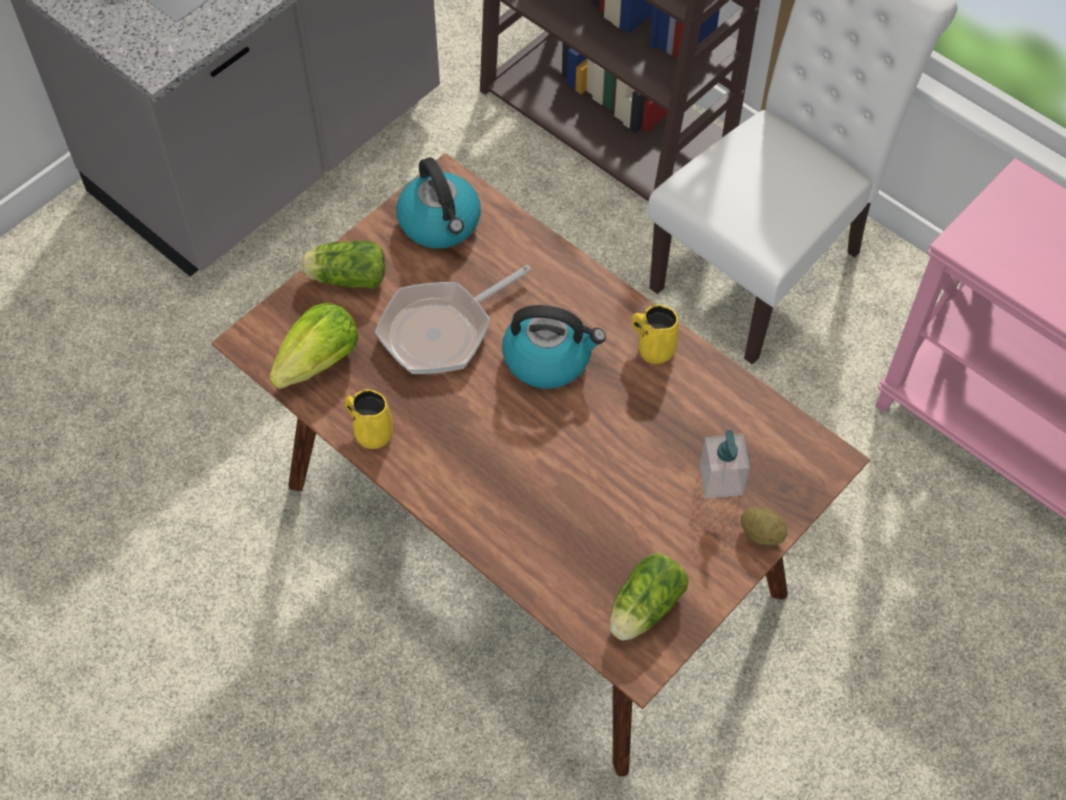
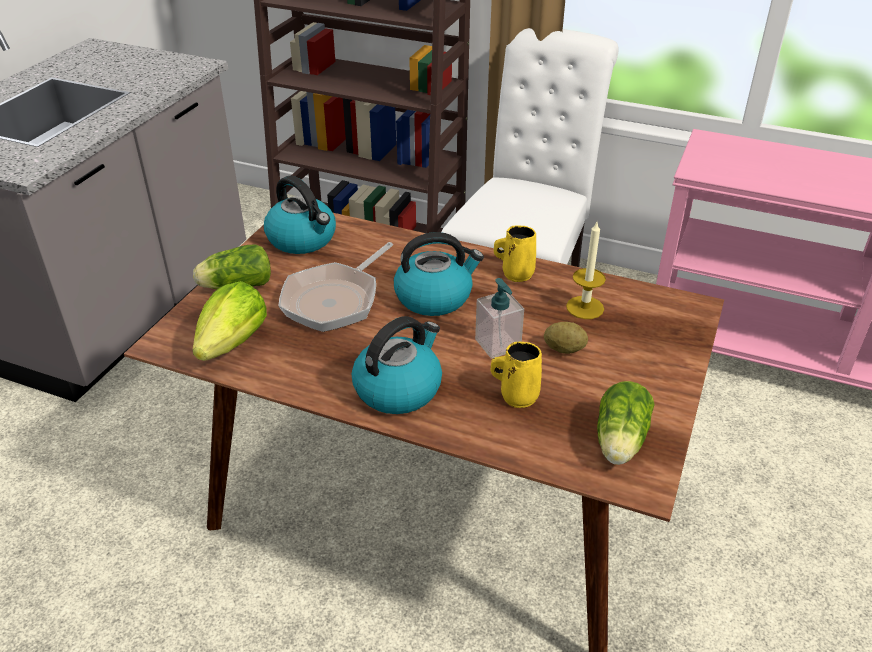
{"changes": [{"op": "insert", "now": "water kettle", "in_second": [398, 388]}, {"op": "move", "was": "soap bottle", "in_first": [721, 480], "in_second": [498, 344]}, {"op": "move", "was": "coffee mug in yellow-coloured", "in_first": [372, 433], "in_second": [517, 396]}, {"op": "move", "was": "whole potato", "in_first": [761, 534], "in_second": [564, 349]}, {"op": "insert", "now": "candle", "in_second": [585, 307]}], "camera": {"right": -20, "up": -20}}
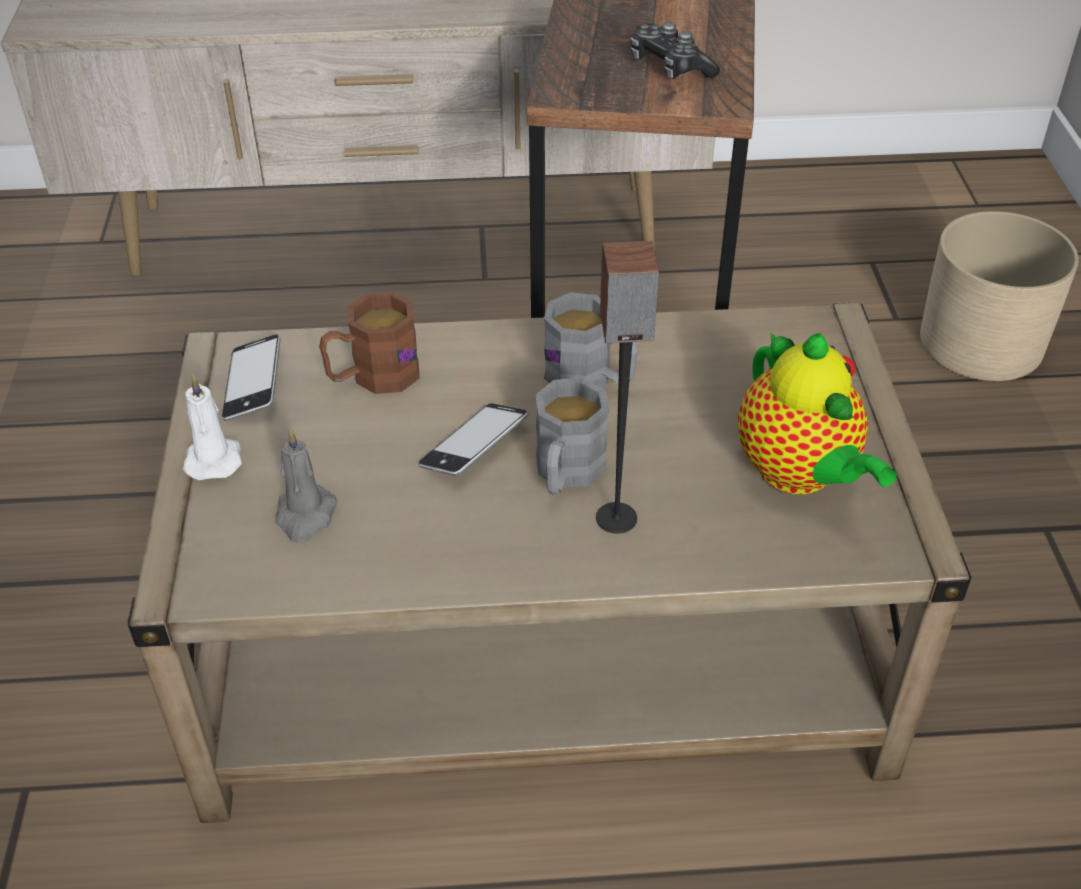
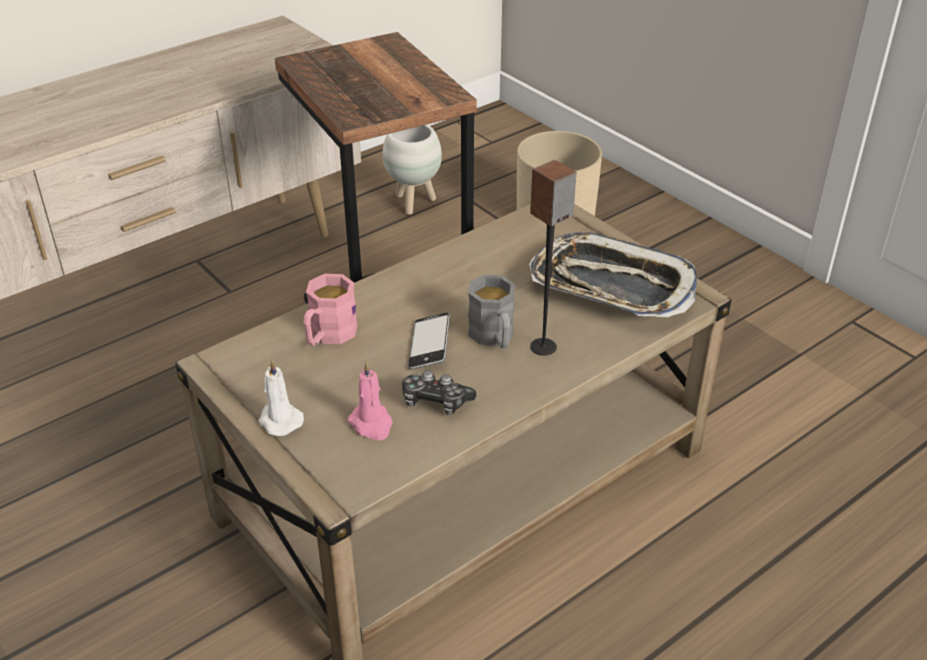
{"changes": [{"op": "recolor", "was": "coffee mug in brown-coloured", "now": "coffee mug in pinkish", "in_first": [373, 377], "in_second": [328, 336]}, {"op": "recolor", "was": "candle in grey", "now": "candle in pinkish", "in_first": [305, 516], "in_second": [372, 424]}, {"op": "insert", "now": "flower pot in whitish", "in_second": [414, 203]}, {"op": "move", "was": "game controller", "in_first": [669, 67], "in_second": [435, 401]}, {"op": "replace", "was": "teapot", "now": "serving tray", "in_first": [799, 474], "in_second": [611, 286]}, {"op": "delete", "was": "telephone", "in_first": [253, 384]}, {"op": "delete", "was": "coffee mug in grey", "in_first": [590, 378]}], "camera": {"right": -35, "up": -5}}
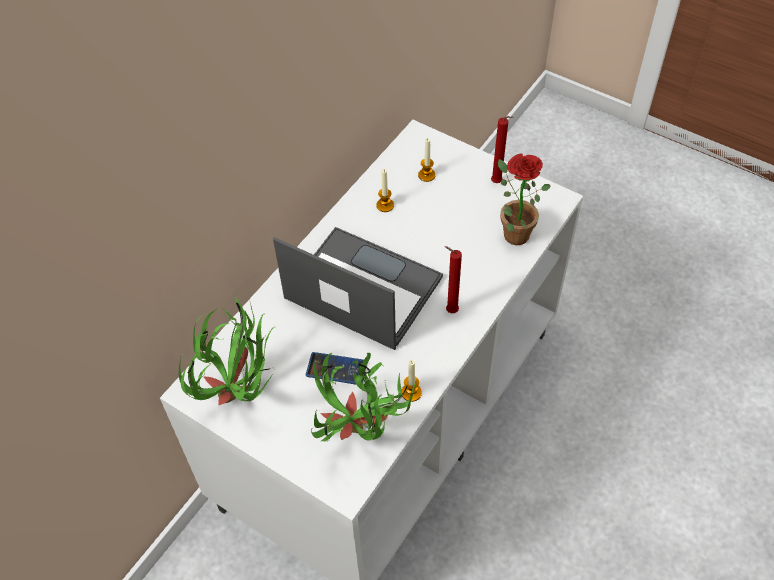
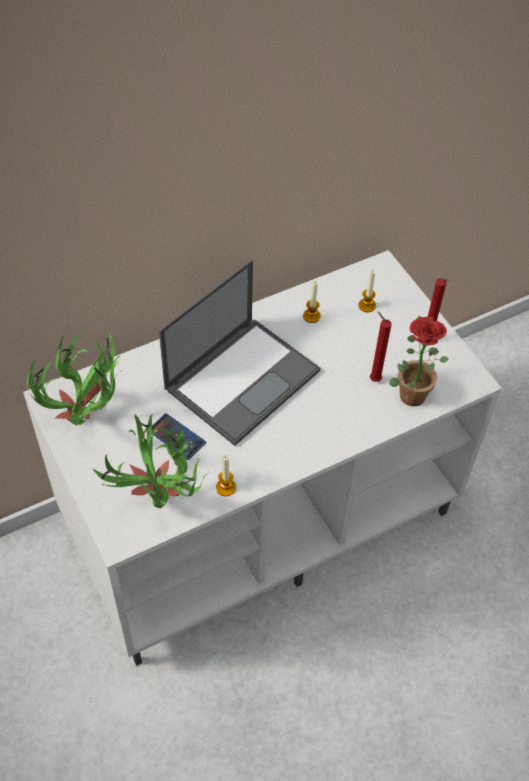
{"changes": [{"op": "rotate", "was": "laptop", "in_first": [361, 288], "in_second": [243, 378], "clockwise": 75}, {"op": "move", "was": "candle in reddish", "in_first": [450, 311], "in_second": [373, 379]}], "camera": {"right": 25, "up": 0}}
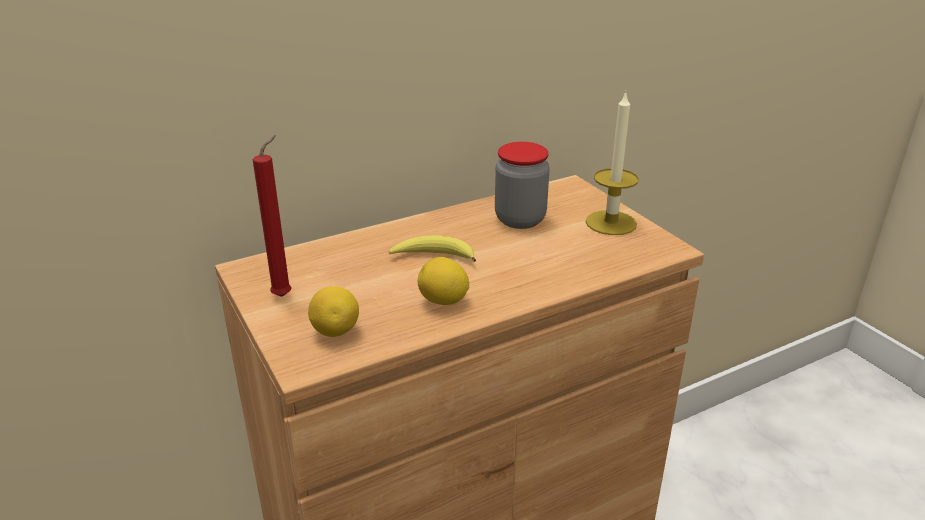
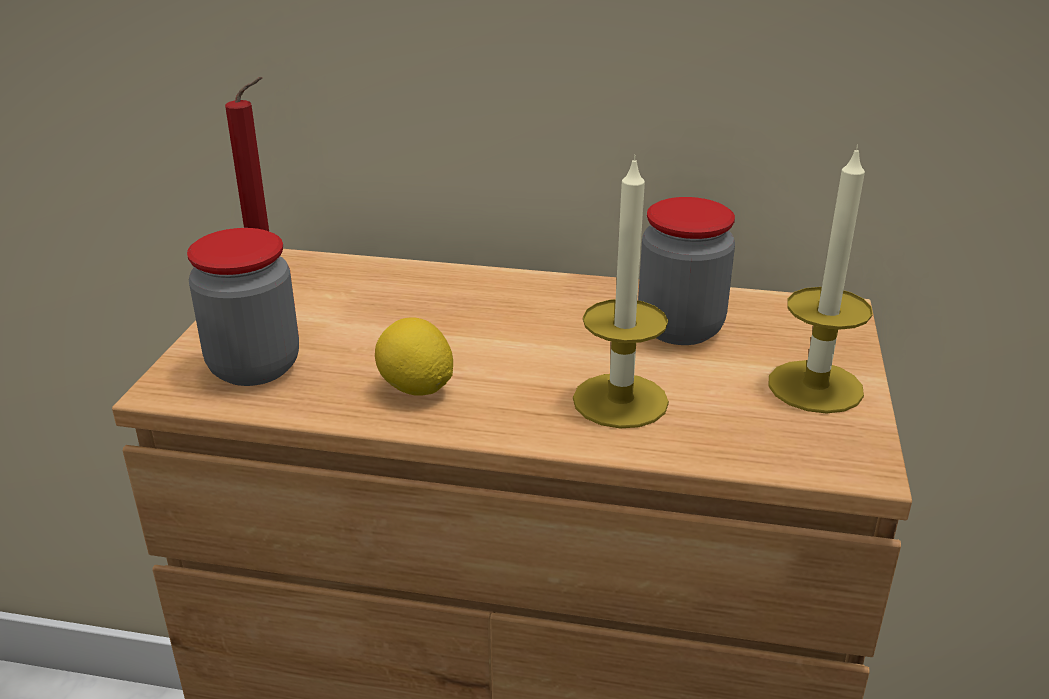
{"changes": [{"op": "replace", "was": "citrus fruit", "now": "storage jar", "in_first": [336, 331], "in_second": [254, 367]}, {"op": "insert", "now": "candle", "in_second": [620, 400]}, {"op": "delete", "was": "banana", "in_first": [433, 256]}], "camera": {"right": 40, "up": 0}}
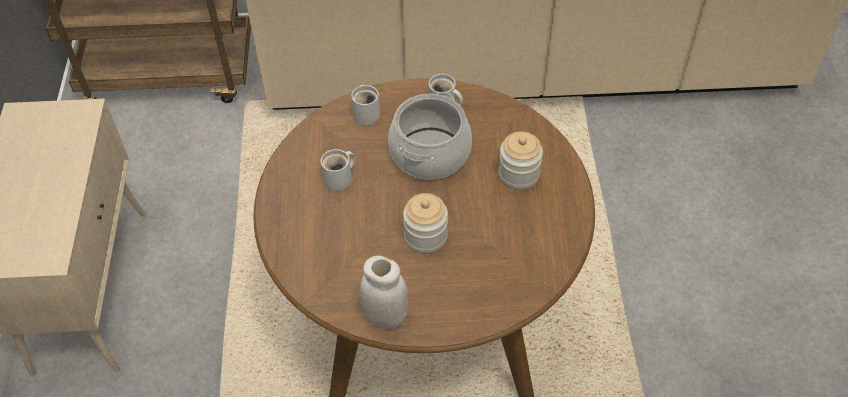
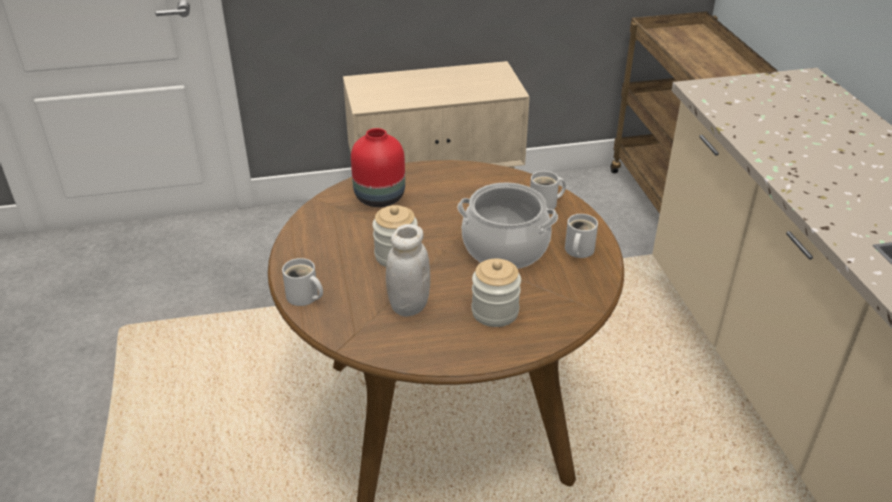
{"changes": [{"op": "move", "was": "coffee mug in whitish", "in_first": [340, 179], "in_second": [304, 297]}, {"op": "insert", "now": "flower vase in reddish", "in_second": [378, 198]}, {"op": "move", "was": "storage jar in whitish", "in_first": [385, 316], "in_second": [409, 305]}], "camera": {"right": 80, "up": -15}}
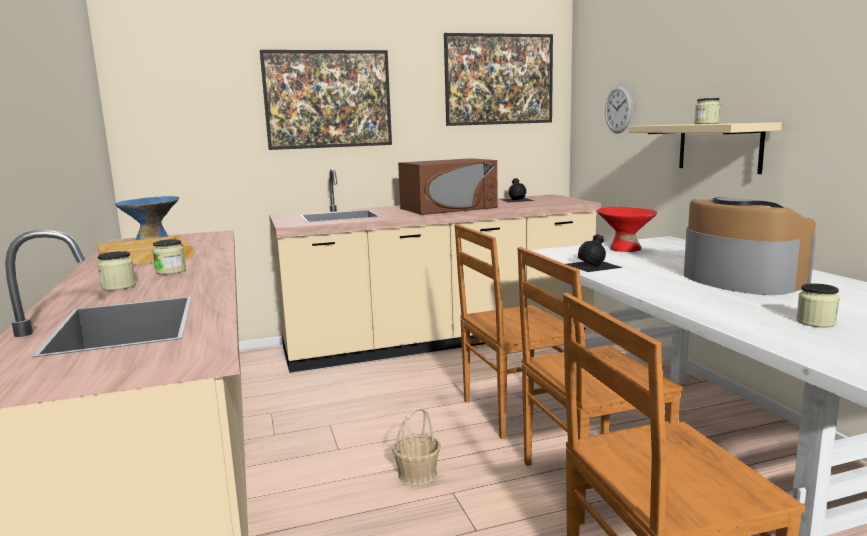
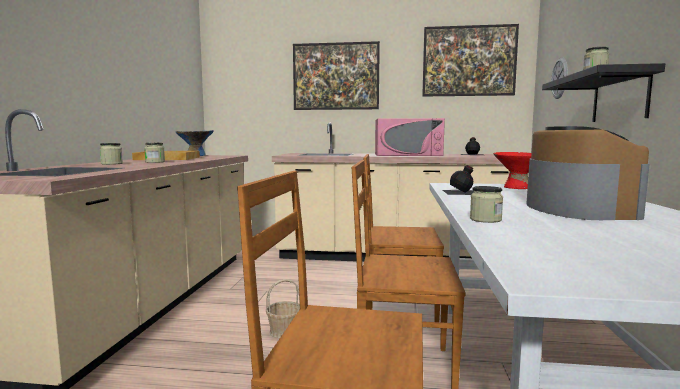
{"changes": [{"op": "recolor", "was": "kitchen microwave in brown-coloured", "now": "kitchen microwave in pinkish", "in_first": [448, 208], "in_second": [407, 155]}, {"op": "move", "was": "storage jar", "in_first": [816, 322], "in_second": [485, 219]}, {"op": "recolor", "was": "wall shelf in sand-coloured", "now": "wall shelf in blackish", "in_first": [719, 147], "in_second": [619, 97]}], "camera": {"right": 25, "up": -5}}
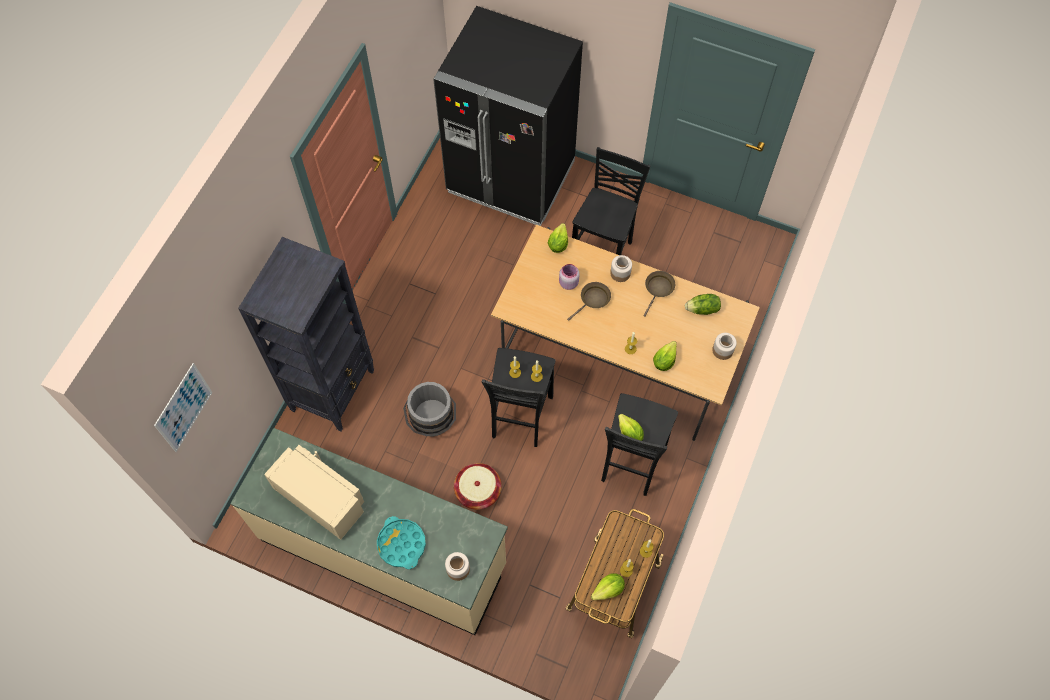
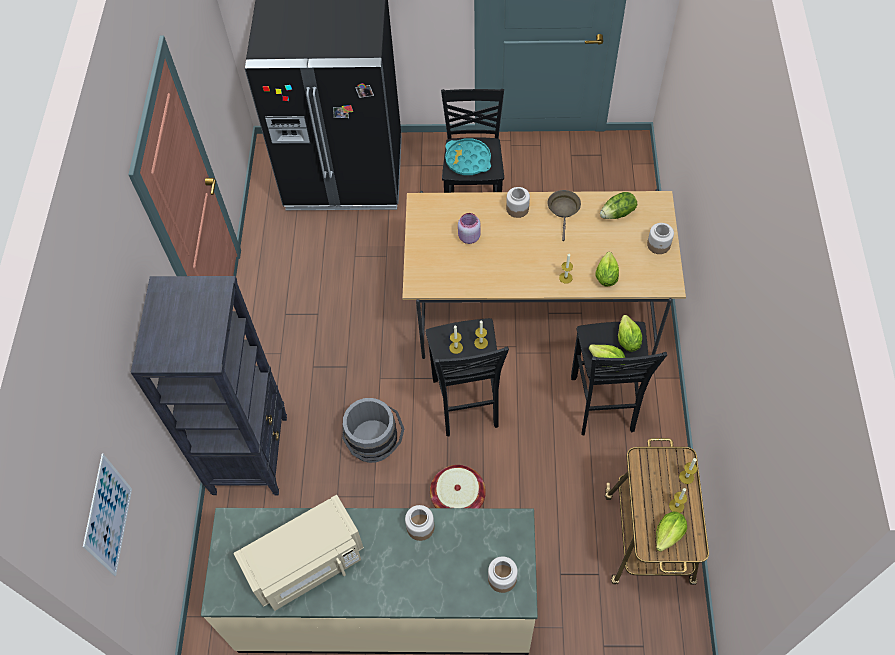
{"changes": [{"op": "rotate", "was": "kitchen microwave in sand-coloured", "in_first": [321, 497], "in_second": [307, 564], "clockwise": 135}, {"op": "insert", "now": "storage jar", "in_second": [420, 527]}, {"op": "move", "was": "serving tray in blue-green", "in_first": [401, 544], "in_second": [468, 160]}, {"op": "move", "was": "lettuce head", "in_first": [558, 244], "in_second": [627, 341]}, {"op": "delete", "was": "skillet in brown-coloured", "in_first": [593, 300]}], "camera": {"right": -20, "up": -5}}
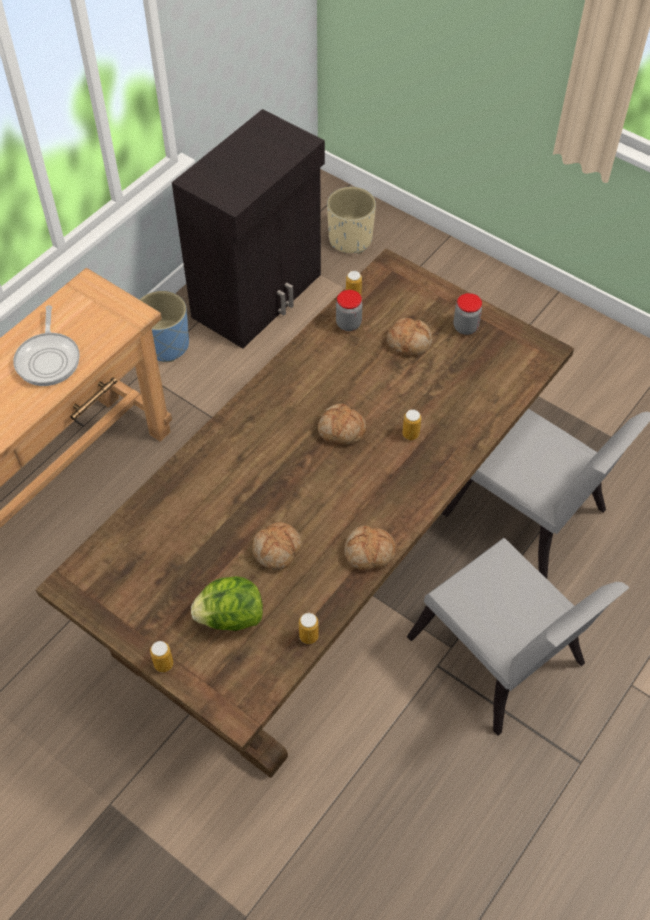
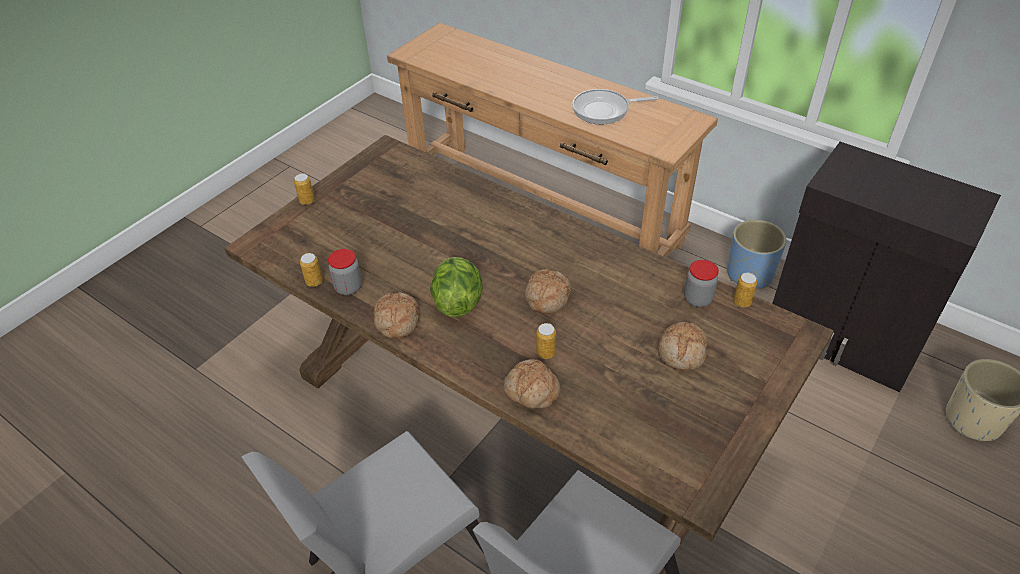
{"changes": [{"op": "move", "was": "storage jar", "in_first": [465, 327], "in_second": [348, 287]}, {"op": "move", "was": "lettuce head", "in_first": [230, 617], "in_second": [457, 301]}, {"op": "move", "was": "bakery bread", "in_first": [278, 550], "in_second": [531, 391]}], "camera": {"right": 90, "up": -10}}
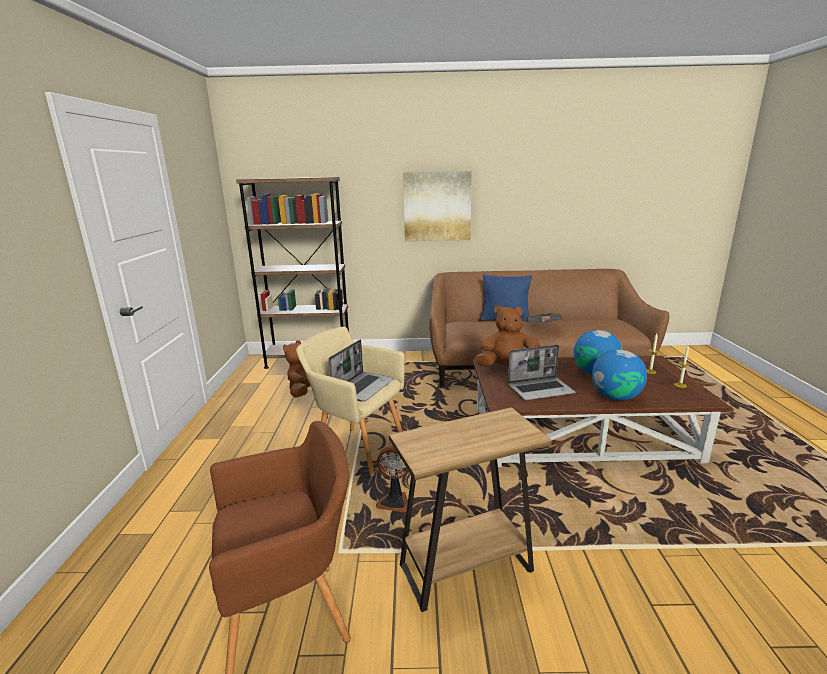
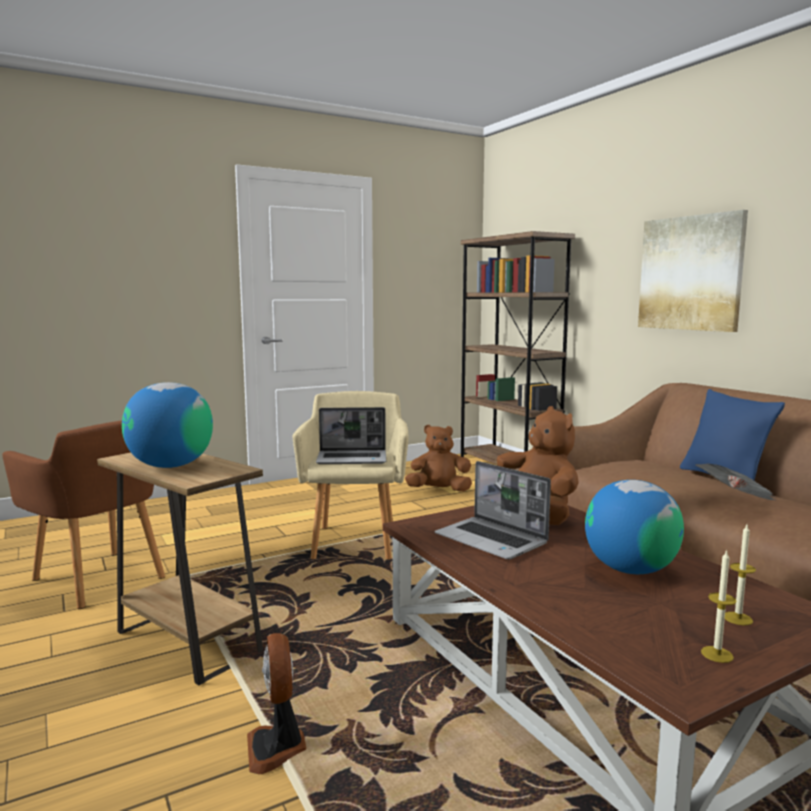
{"changes": [{"op": "move", "was": "desk globe", "in_first": [615, 397], "in_second": [170, 466]}, {"op": "move", "was": "fan", "in_first": [394, 501], "in_second": [277, 747]}], "camera": {"right": 60, "up": -10}}
